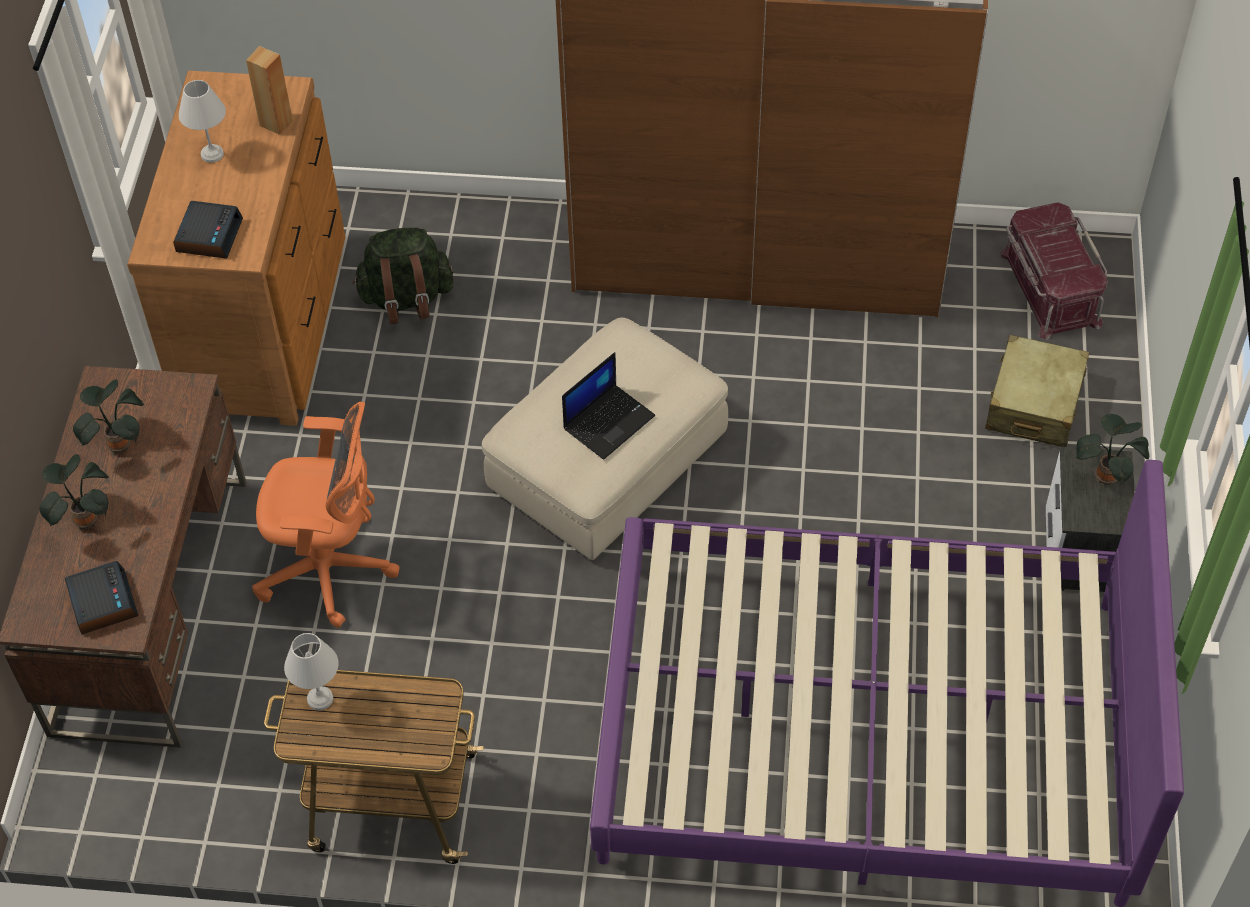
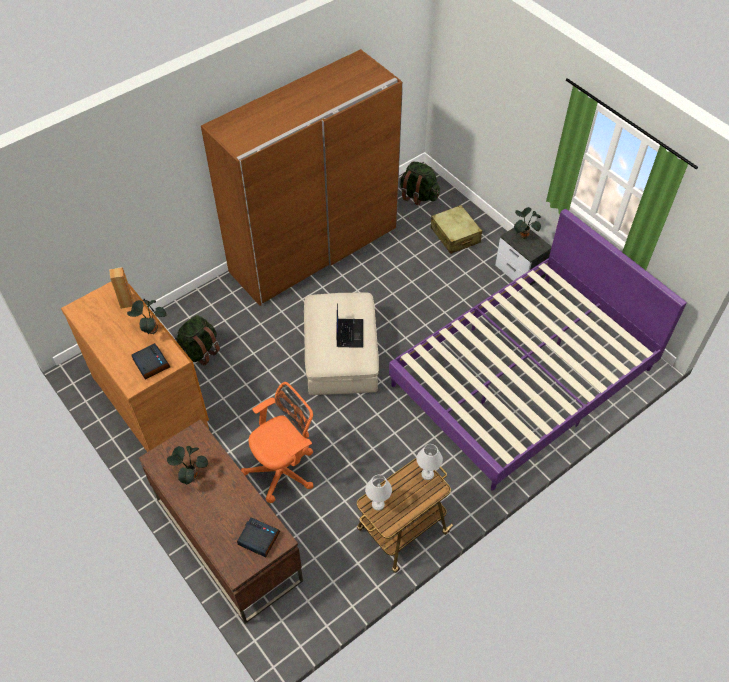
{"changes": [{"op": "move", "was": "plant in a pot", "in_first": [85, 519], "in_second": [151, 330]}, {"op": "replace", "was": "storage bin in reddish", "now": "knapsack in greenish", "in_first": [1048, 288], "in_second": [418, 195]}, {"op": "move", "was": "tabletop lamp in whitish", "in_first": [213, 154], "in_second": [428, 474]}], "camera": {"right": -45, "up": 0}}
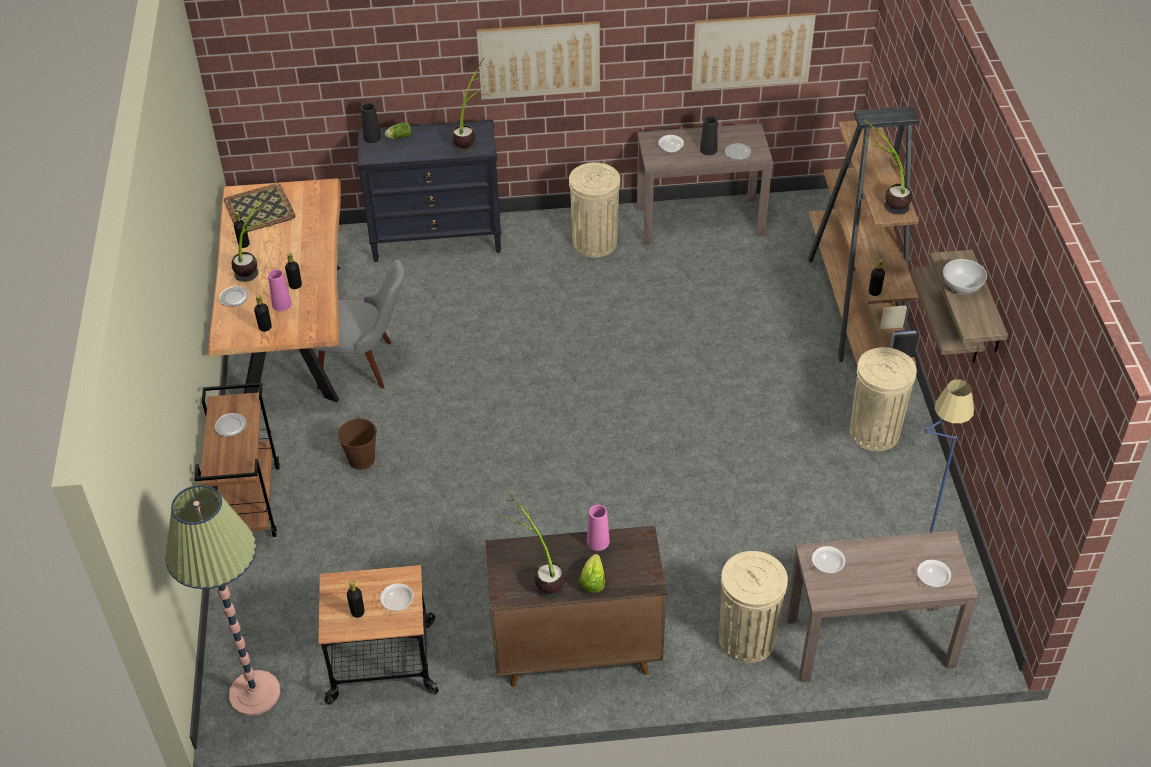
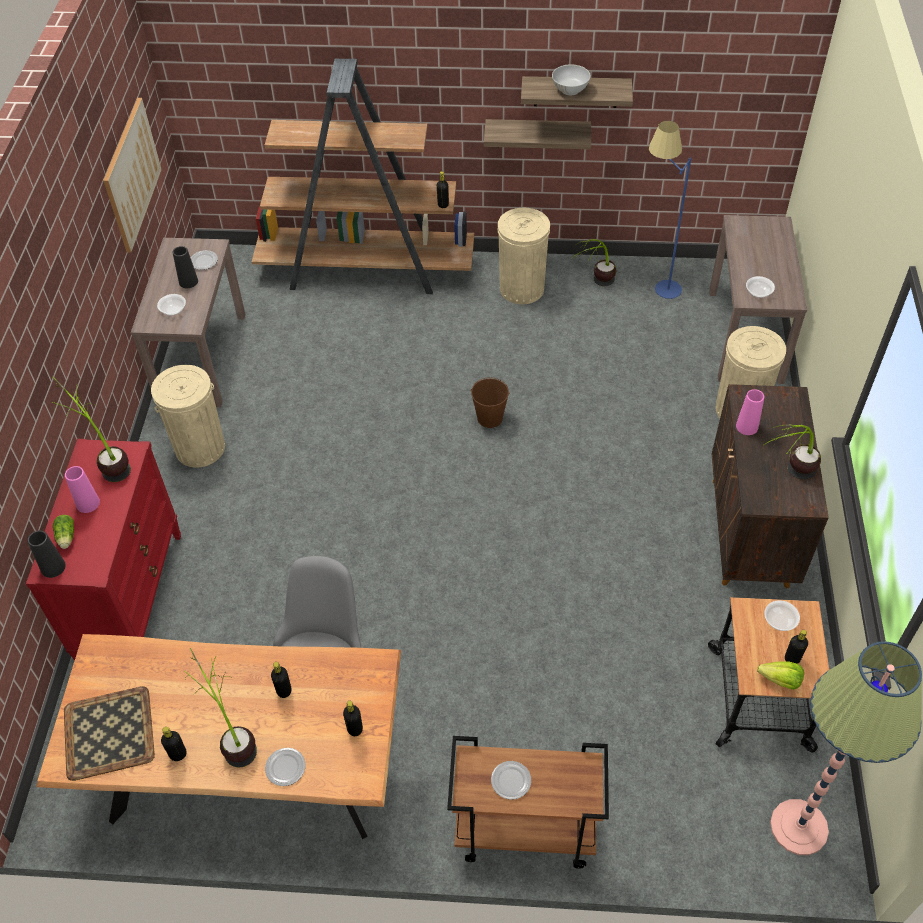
{"changes": [{"op": "recolor", "was": "chest of drawers in blackish", "now": "chest of drawers in reddish", "in_first": [437, 239], "in_second": [131, 597]}, {"op": "move", "was": "flower vase in pinkish", "in_first": [281, 304], "in_second": [88, 503]}, {"op": "move", "was": "water bucket in brown-coloured", "in_first": [361, 459], "in_second": [490, 418]}, {"op": "move", "was": "plant in a pot", "in_first": [883, 200], "in_second": [594, 285]}, {"op": "move", "was": "lettuce head", "in_first": [593, 581], "in_second": [780, 681]}, {"op": "delete", "was": "wall art", "in_first": [539, 59]}, {"op": "delete", "was": "serving bowl", "in_first": [932, 579]}], "camera": {"right": -80, "up": 5}}
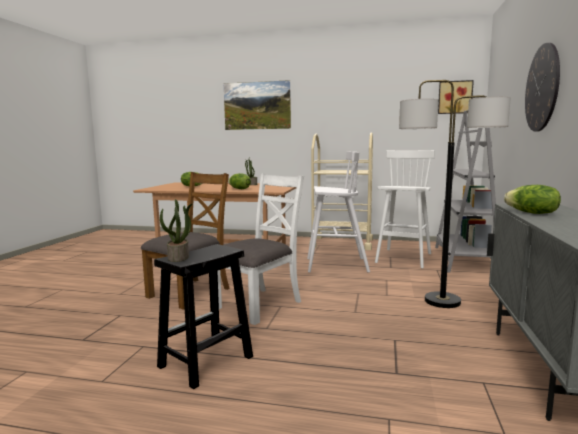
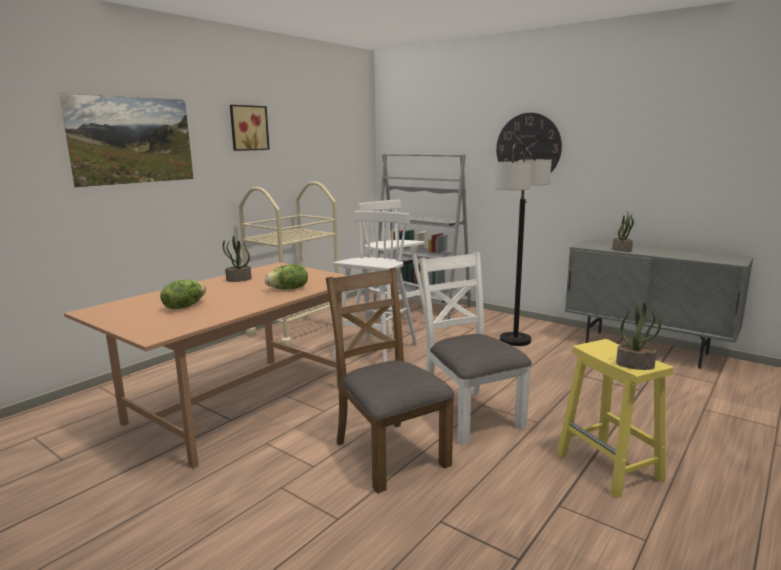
{"changes": [{"op": "move", "was": "wall art", "in_first": [455, 97], "in_second": [248, 128]}, {"op": "recolor", "was": "sitting stool in blackish", "now": "sitting stool in yellow-coloured", "in_first": [205, 362], "in_second": [610, 467]}, {"op": "replace", "was": "lettuce head", "now": "plant in a pot", "in_first": [532, 213], "in_second": [622, 250]}], "camera": {"right": -65, "up": 5}}
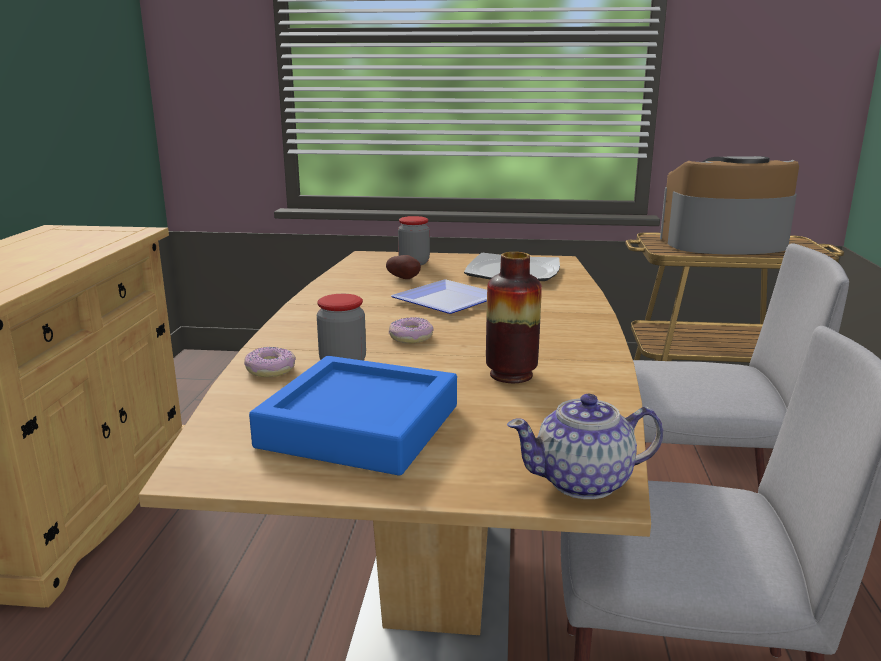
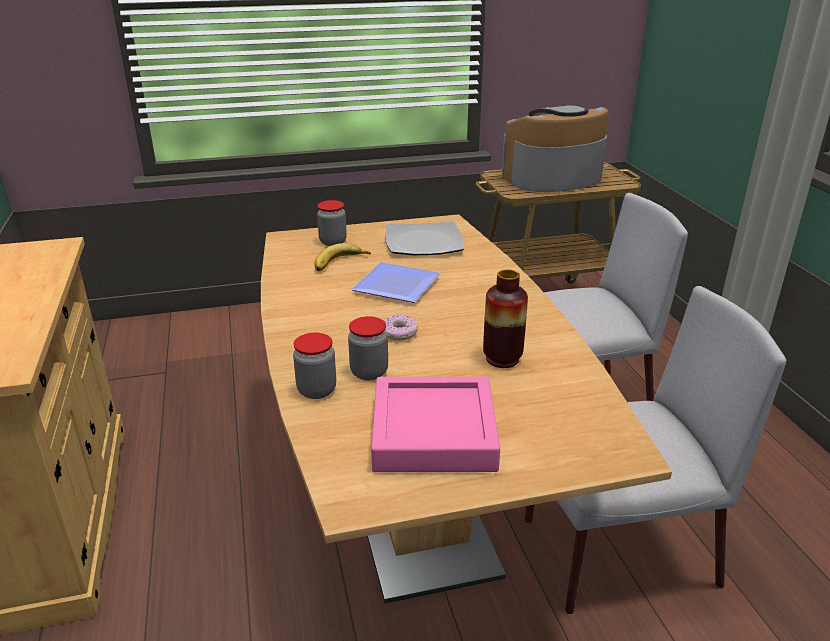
{"changes": [{"op": "replace", "was": "donut", "now": "storage jar", "in_first": [271, 369], "in_second": [316, 390]}, {"op": "replace", "was": "whole potato", "now": "banana", "in_first": [405, 279], "in_second": [341, 263]}, {"op": "recolor", "was": "serving tray in blue", "now": "serving tray in pinkish", "in_first": [360, 426], "in_second": [433, 433]}, {"op": "delete", "was": "teapot", "in_first": [584, 482]}], "camera": {"right": -20, "up": 10}}
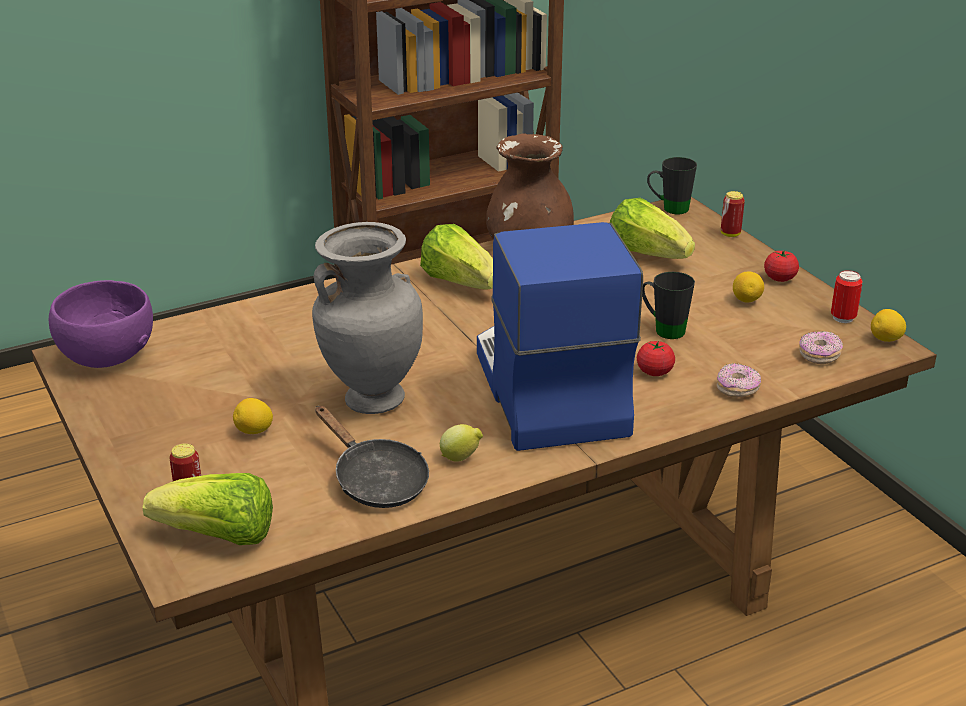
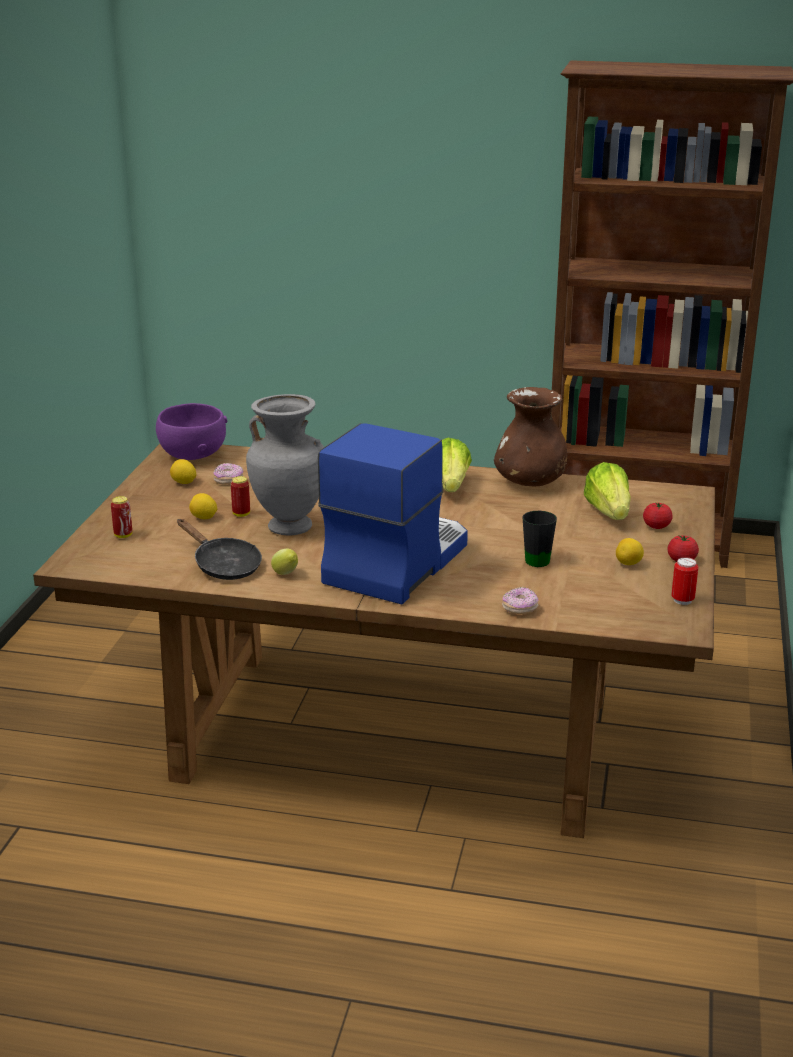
{"changes": [{"op": "move", "was": "citrus fruit", "in_first": [886, 340], "in_second": [183, 483]}, {"op": "rotate", "was": "skillet in blackish", "in_first": [375, 480], "in_second": [223, 565], "clockwise": -45}, {"op": "move", "was": "donut", "in_first": [819, 356], "in_second": [228, 480]}, {"op": "move", "was": "sealed can", "in_first": [730, 234], "in_second": [241, 514]}, {"op": "move", "was": "tomato", "in_first": [654, 372], "in_second": [656, 526]}, {"op": "delete", "was": "lettuce head", "in_first": [218, 537]}, {"op": "delete", "was": "coffee mug in blackish", "in_first": [669, 208]}], "camera": {"right": 40, "up": -5}}
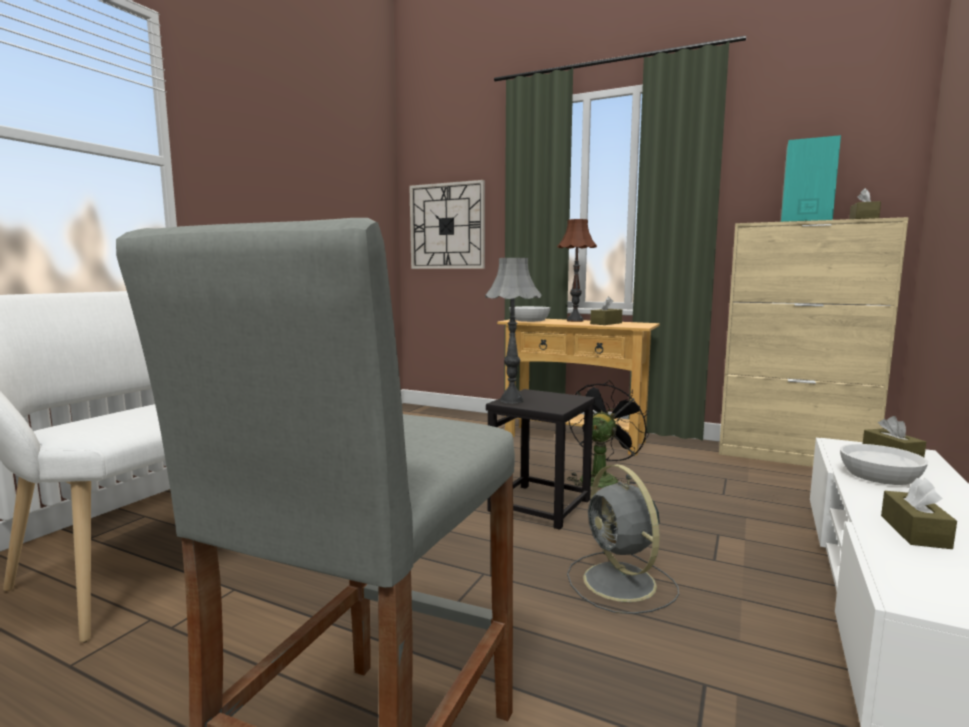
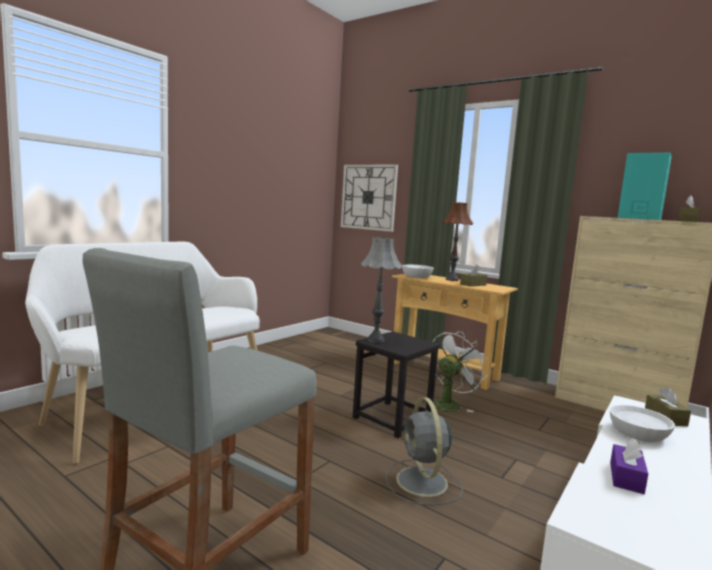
{"changes": [{"op": "recolor", "was": "fan in blackish", "now": "fan in whitish", "in_first": [601, 478], "in_second": [448, 404]}, {"op": "recolor", "was": "tissue box in brown-coloured", "now": "tissue box in purplish", "in_first": [914, 531], "in_second": [626, 477]}], "camera": {"right": 10, "up": 0}}
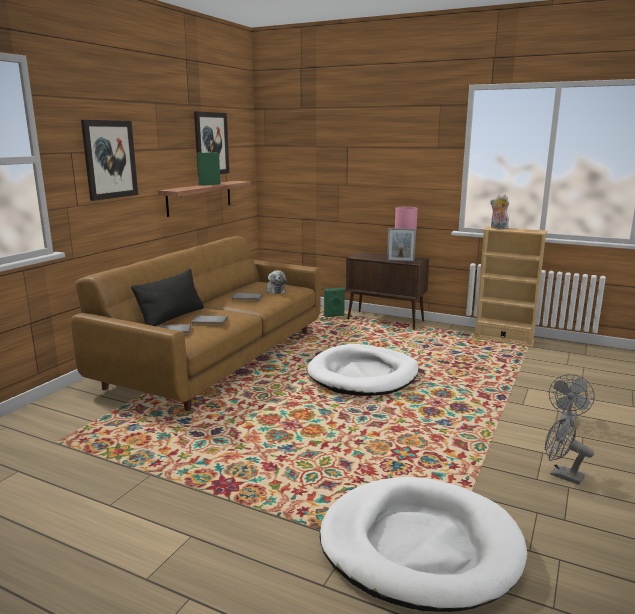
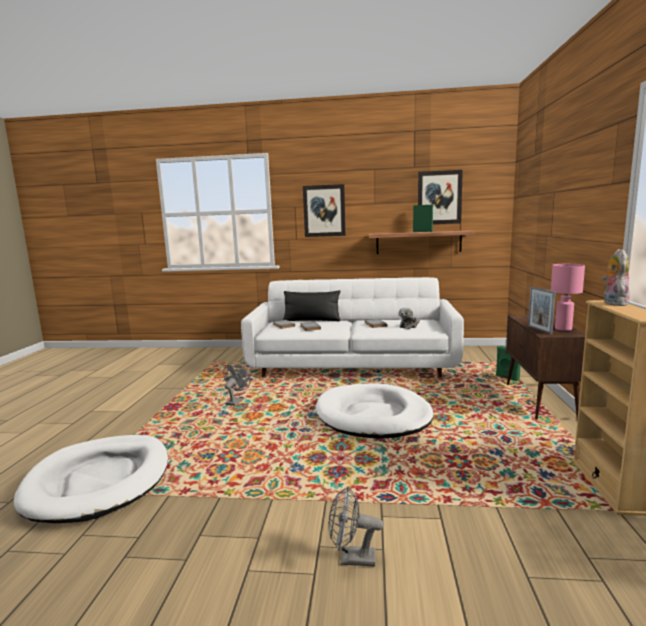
{"changes": [{"op": "move", "was": "fan in grey", "in_first": [561, 474], "in_second": [236, 401]}, {"op": "recolor", "was": "settee in brown-coloured", "now": "settee in whitish", "in_first": [216, 357], "in_second": [352, 364]}], "camera": {"right": 70, "up": -5}}
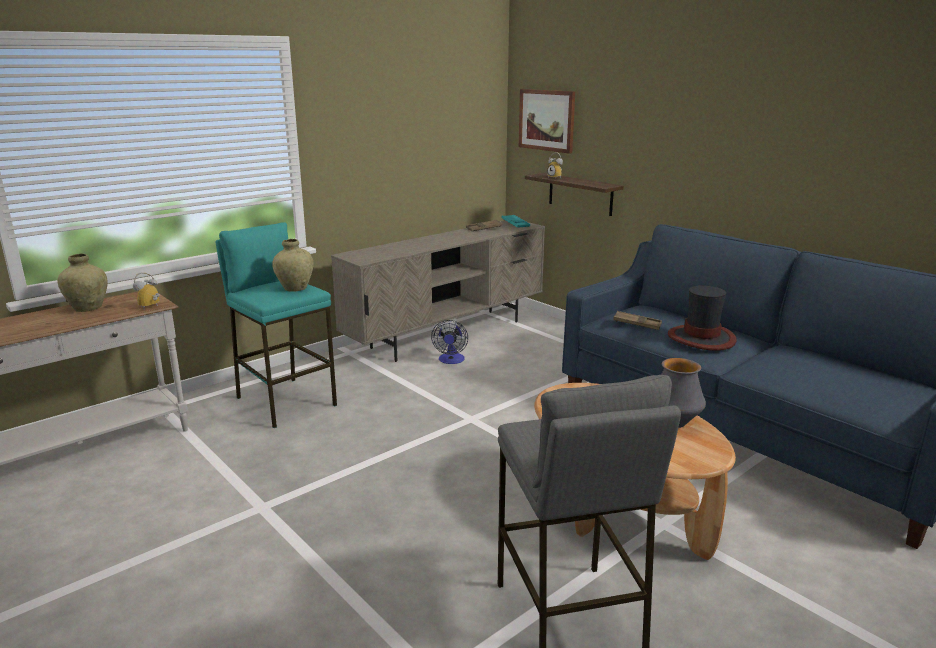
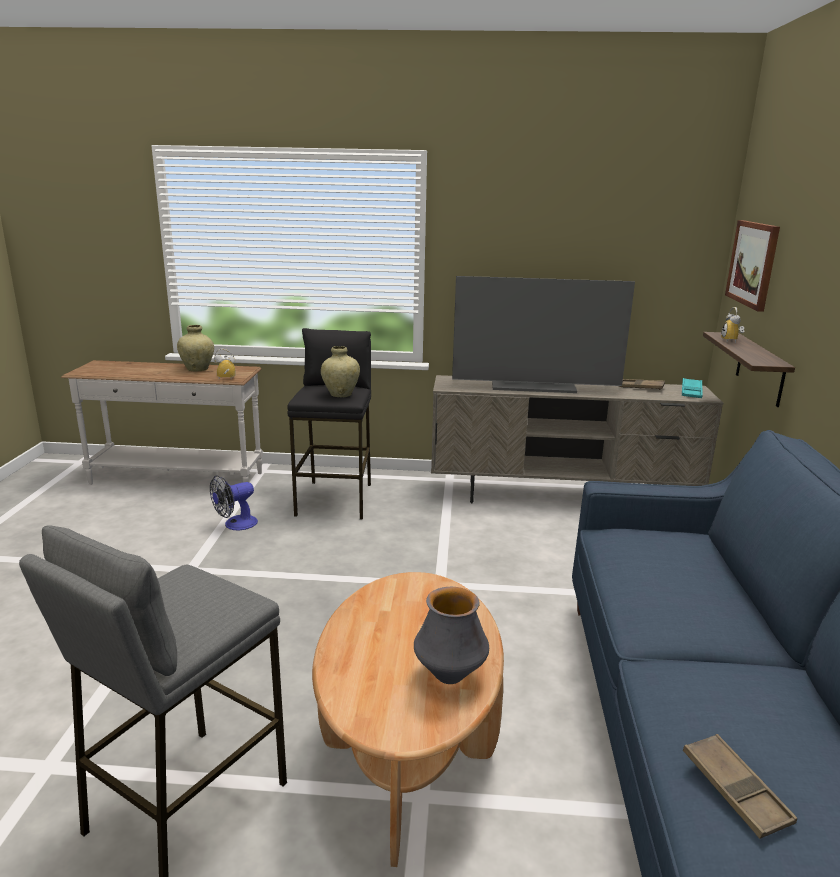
{"changes": [{"op": "move", "was": "fan", "in_first": [451, 360], "in_second": [235, 525]}, {"op": "recolor", "was": "sitting stool in blue-green", "now": "sitting stool in blackish", "in_first": [285, 401], "in_second": [336, 499]}, {"op": "insert", "now": "TV", "in_second": [534, 385]}, {"op": "move", "was": "serving tray in brown-coloured", "in_first": [637, 324], "in_second": [735, 790]}, {"op": "delete", "was": "wearable hat", "in_first": [701, 338]}], "camera": {"right": 45, "up": 0}}
